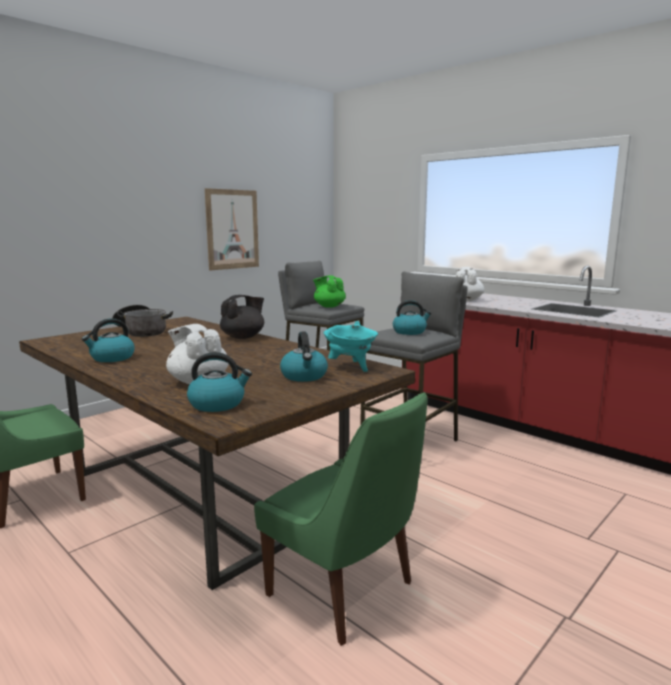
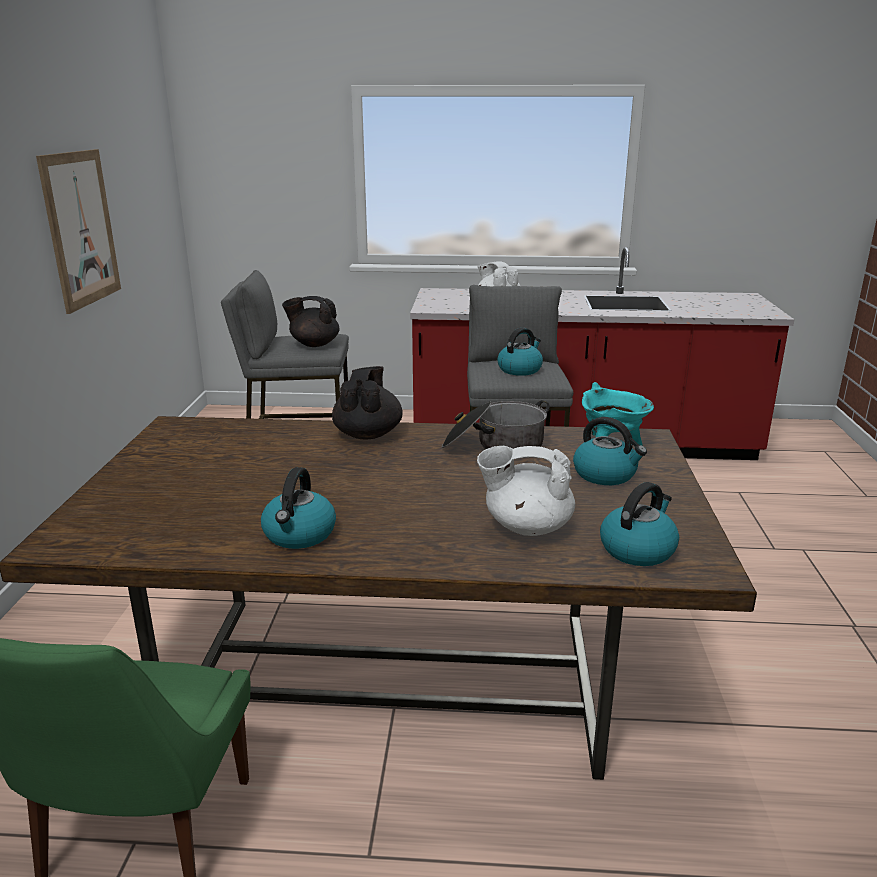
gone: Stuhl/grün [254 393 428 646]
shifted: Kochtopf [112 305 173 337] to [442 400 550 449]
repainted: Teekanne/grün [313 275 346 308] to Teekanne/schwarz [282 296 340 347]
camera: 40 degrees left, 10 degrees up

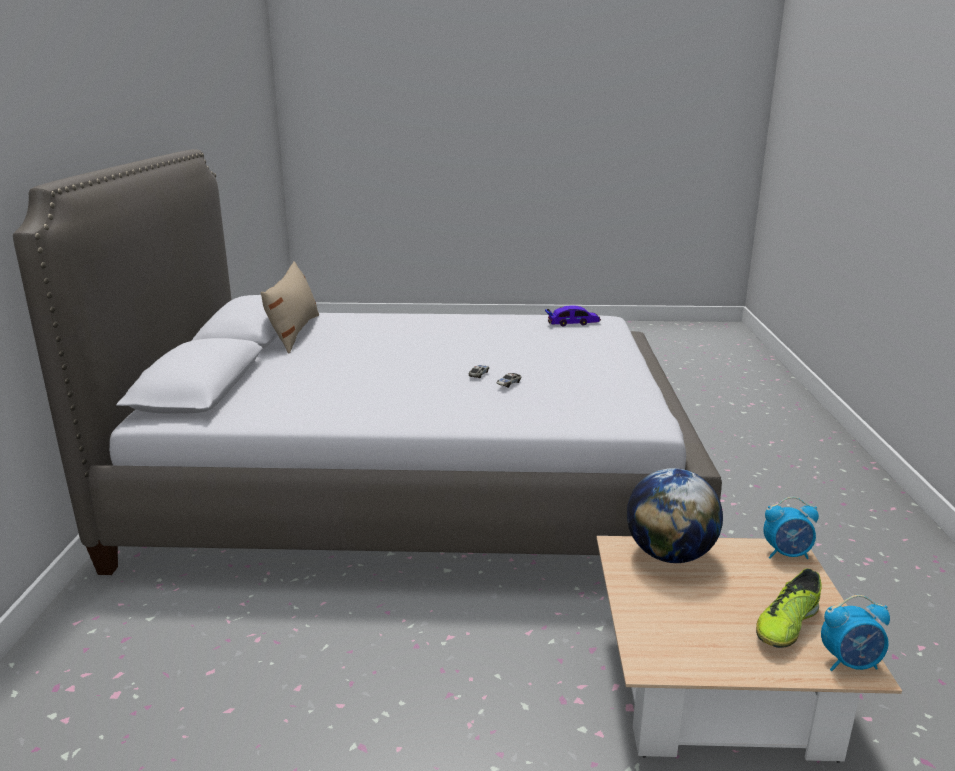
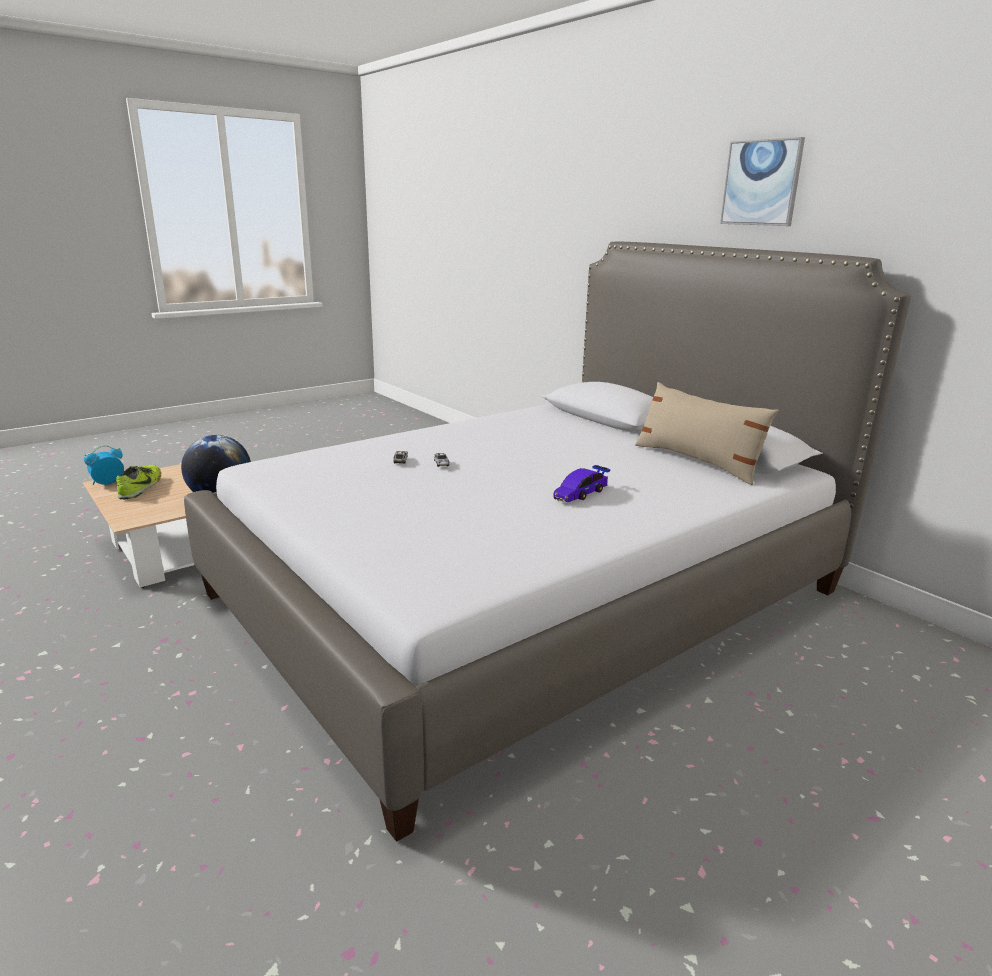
gone: Wecker [763 497 819 559]
new: Bild [720 137 805 226]
shifted: Spielzeugauto [545 305 601 326] to [553 465 610 502]
camera: 140 degrees right, 0 degrees up

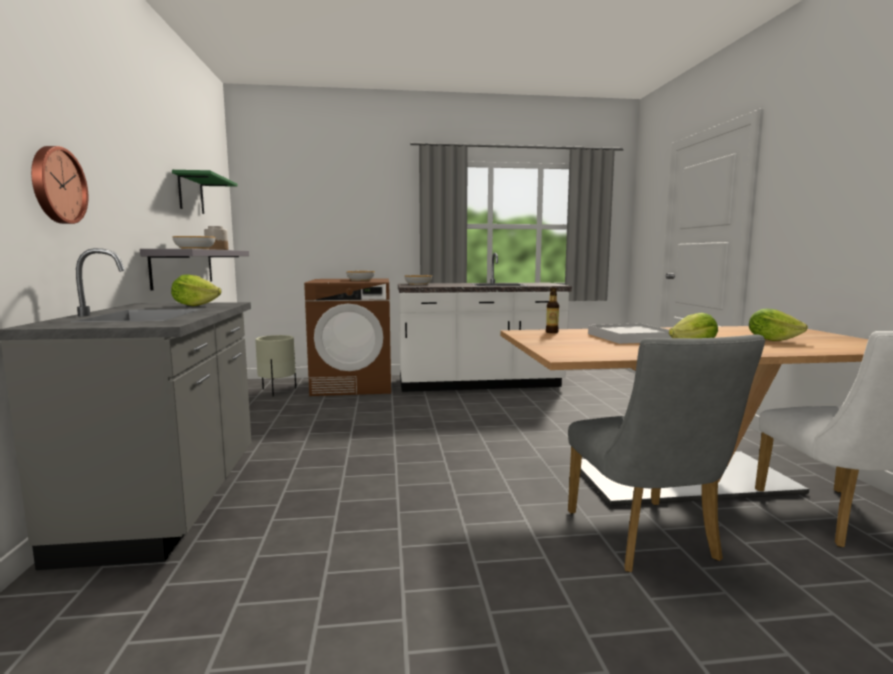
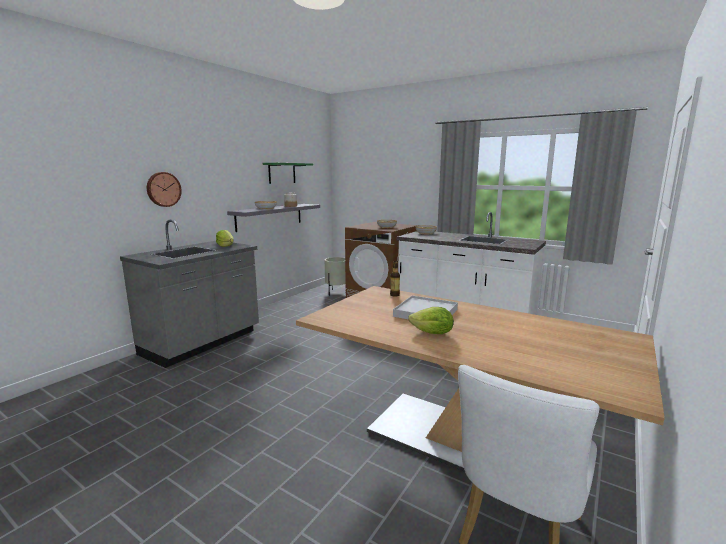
gone: Stuhl/grau [568 334 765 572]; Salatkopf [749 309 808 341]
camera: 40 degrees right, 5 degrees up

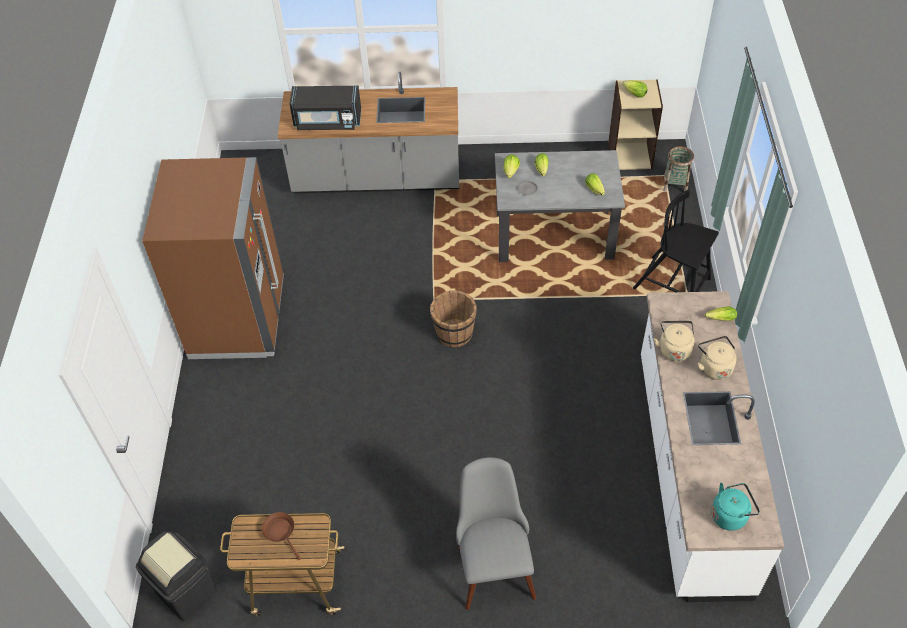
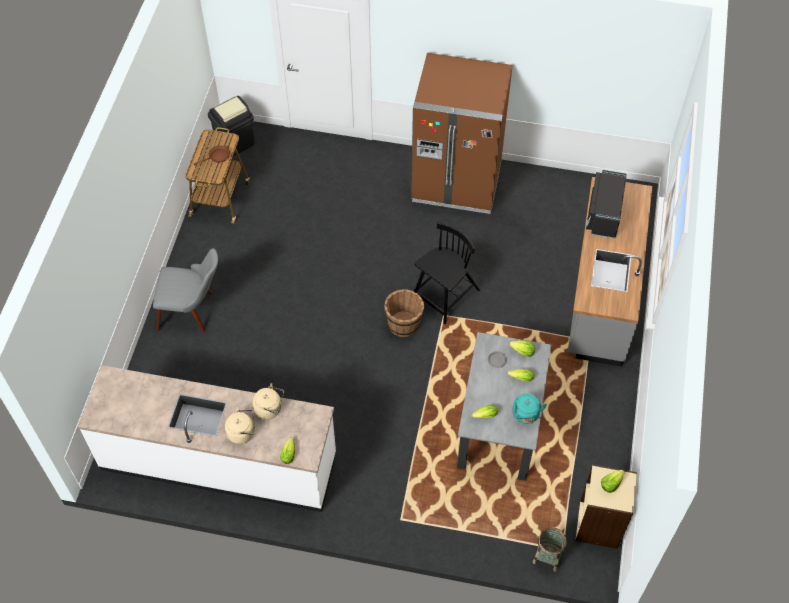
shifted: Stuhl/schwarz [633 190 719 292] to [414 222 480 324]; Wasserkessel/türkis [711 483 760 531] to [512 393 547 424]
camera: 100 degrees right, 5 degrees up

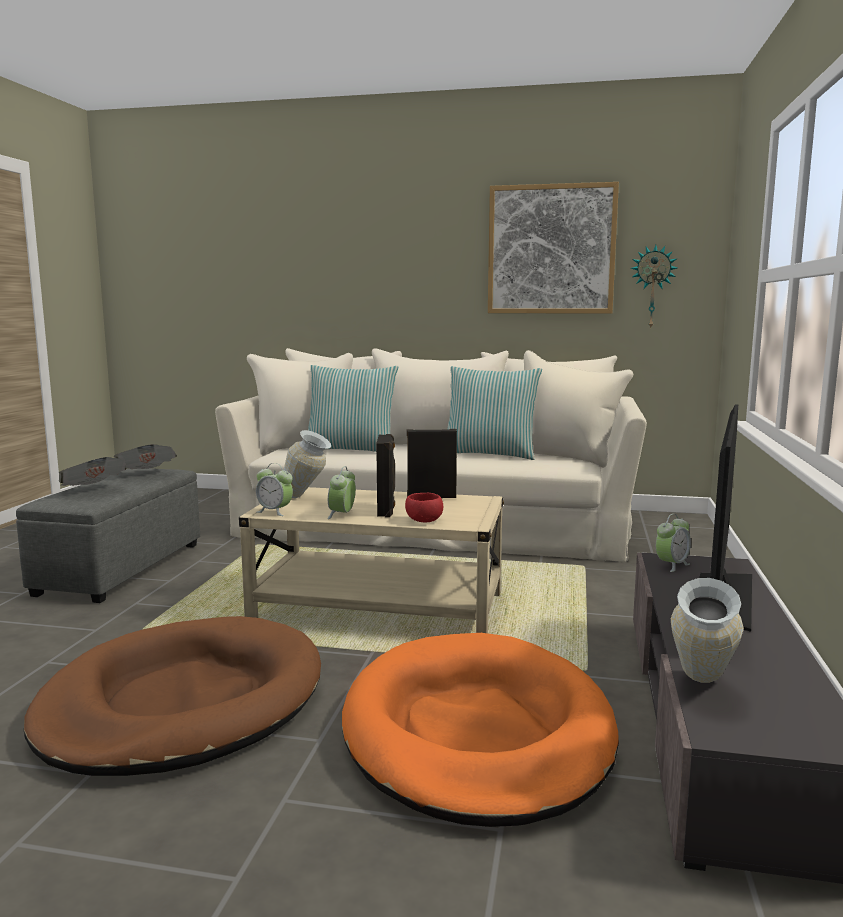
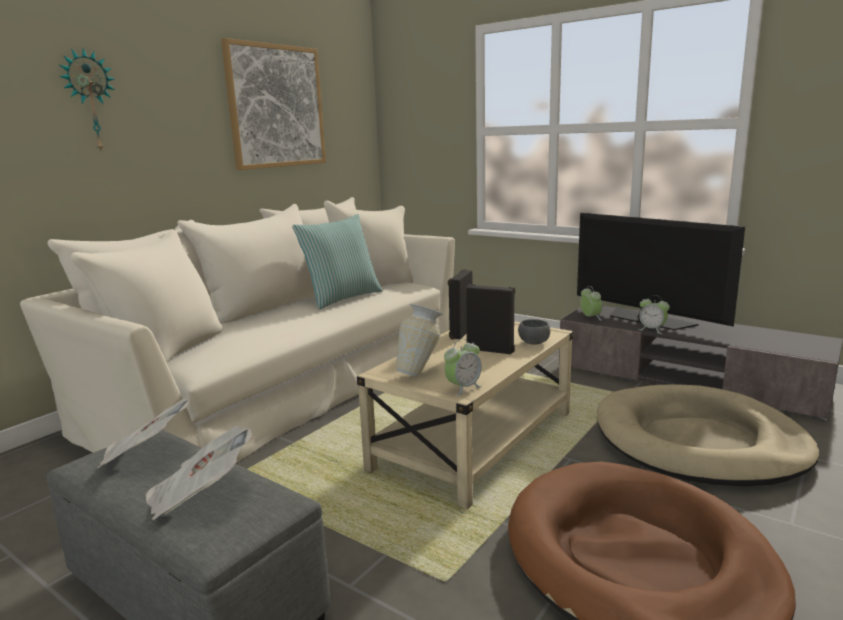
gone: Kissen [308 365 398 452]; Vase [671 578 744 683]
shifted: Wecker [327 466 356 519] to [638 295 670 334]; Wanduhr [631 245 678 329] to [59 48 115 153]
repainted: Hundebett/orange [342 633 619 827] to Hundebett/beige [597 384 819 487]; Schüssel/rot [405 493 443 522] to Schüssel/grau [518 319 550 345]
camera: 65 degrees left, 5 degrees up

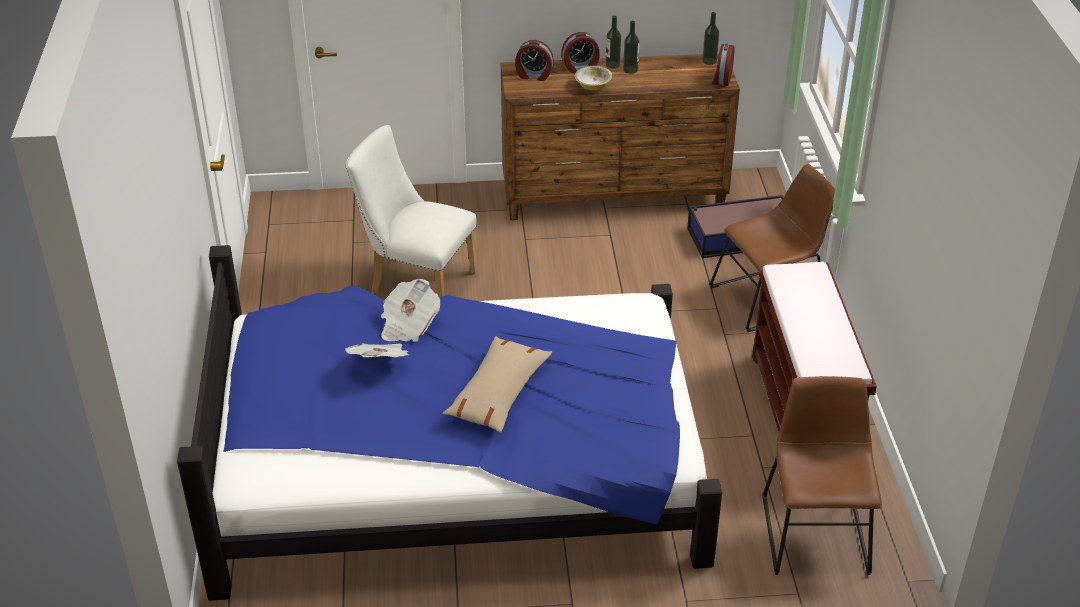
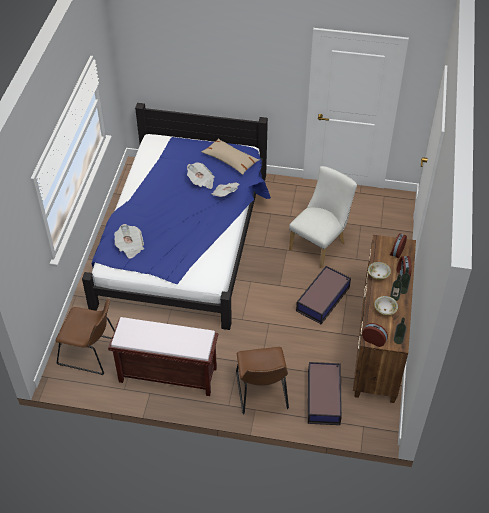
new: Zeitung [114 224 144 259]; Aufbewahrungsbox [296 266 351 324]; Schüssel [374 296 398 315]
shifted: Kissen/beige [443 336 552 433] to [201 138 259 175]
camera: 105 degrees right, 10 degrees up

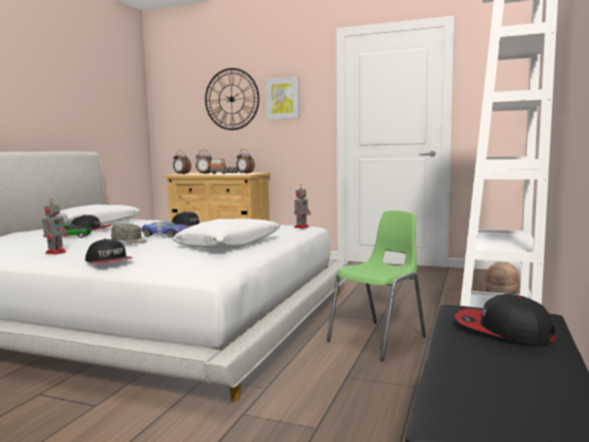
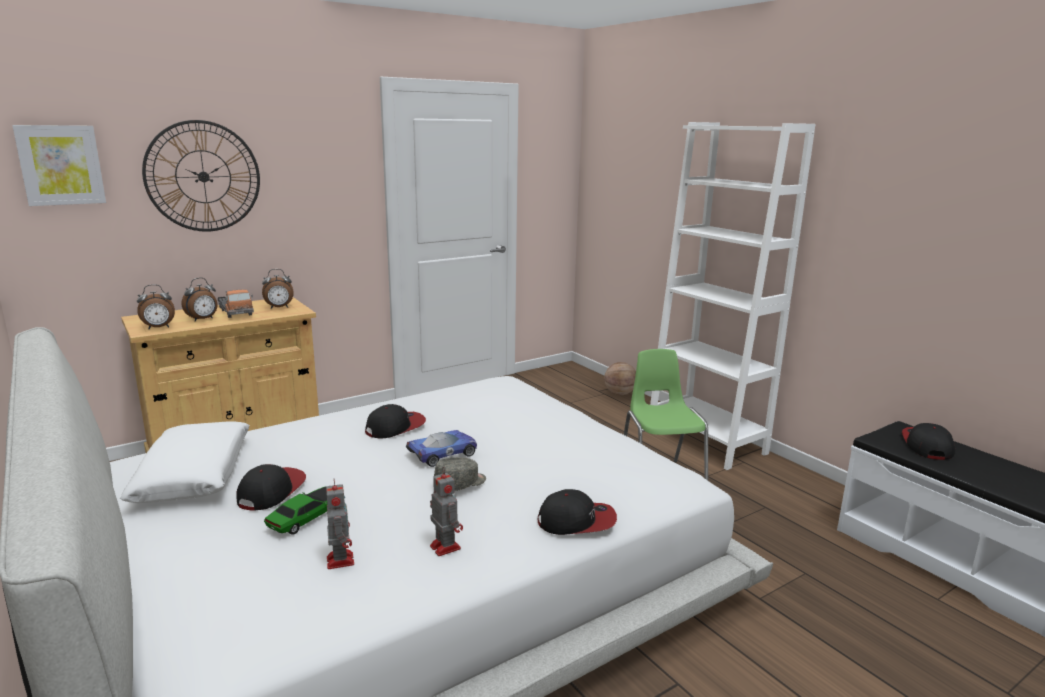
gone: Kissen/weiß [172 219 280 249]
shifted: Bild [265 77 300 120] to [12 125 106 206]; Spielzeugroboter [294 186 311 229] to [326 480 354 569]
rotated: Kappe [455 294 556 345] = [902 423 955 460] 120 degrees clockwise
camera: 55 degrees left, 10 degrees up

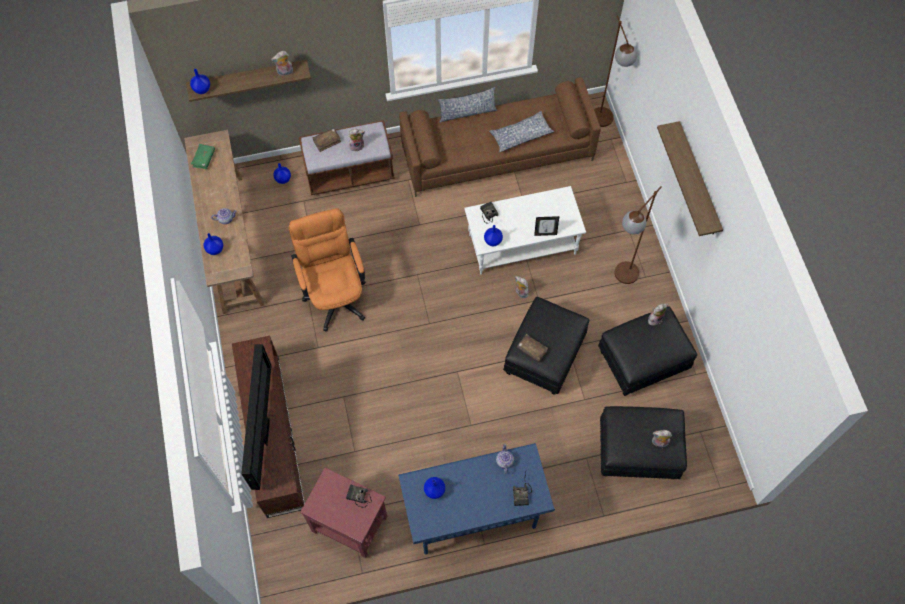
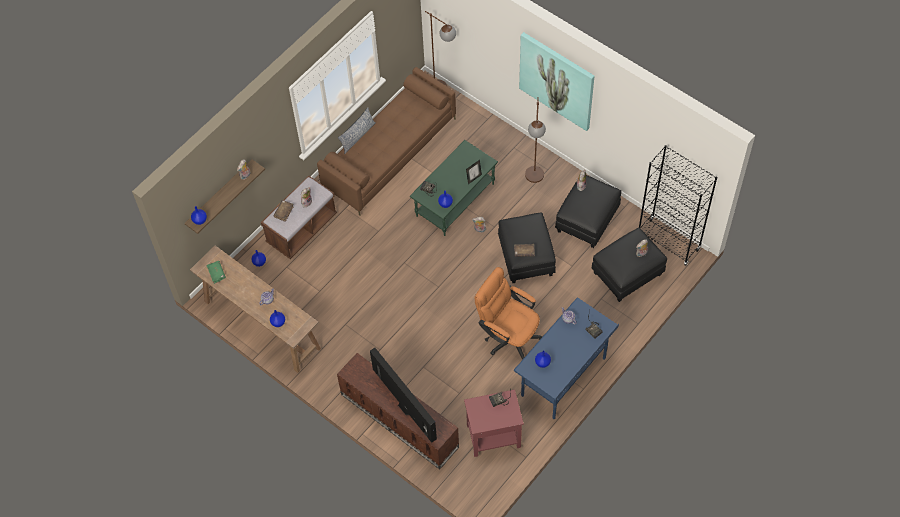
gone: Kissen [489 111 554 153]
new: Bücherregal/schwarz [639 145 718 266]
shifted: Bürostuhl/orange [289 208 366 332] to [475 267 543 360]
swapped: Wandregal [657 121 723 236] to Bild [519 32 594 131]
repainted: Couchtisch/weiß [464 186 586 275] to Couchtisch/grün [410 140 498 236]
camera: 35 degrees left, 5 degrees down

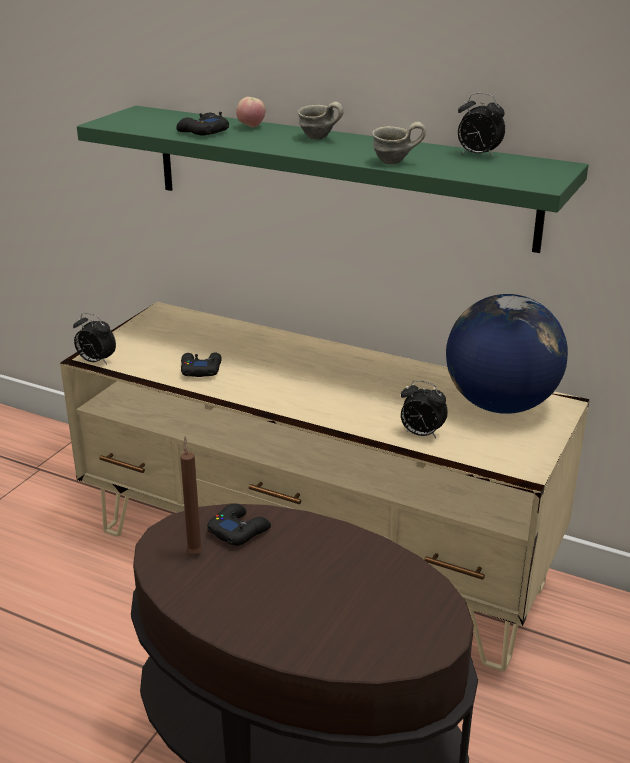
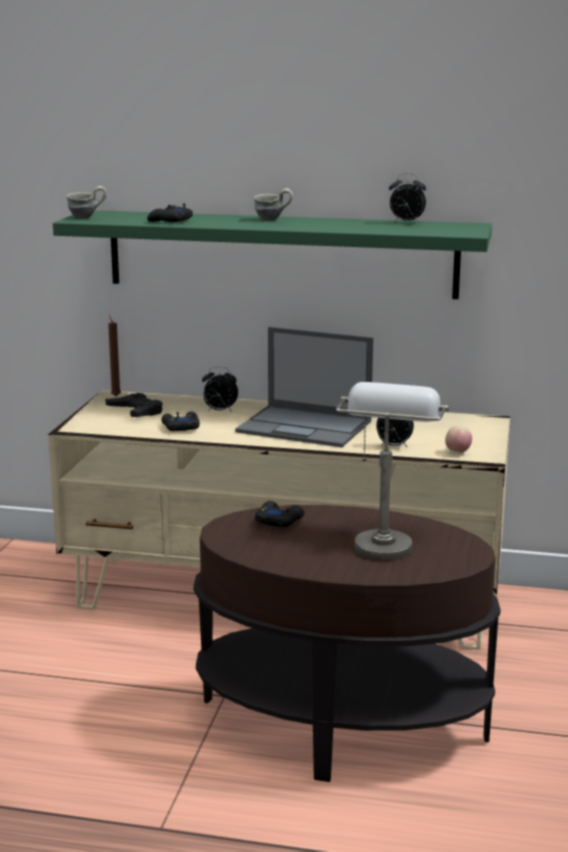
gone: Globus [446 294 568 414]
new: Gamepad/schwarz [105 393 163 417]; Laptop [235 327 373 447]; Tischlampe/grau [336 382 449 561]
shifted: Wecker [73 313 116 365] to [202 367 238 412]; Kerze/braun [180 437 203 554] to [108 313 121 396]; Apfel [236 97 266 127] to [445 426 472 453]; Henkelbecher/grau [372 122 426 164] to [66 186 107 219]
camera: 15 degrees left, 10 degrees down

